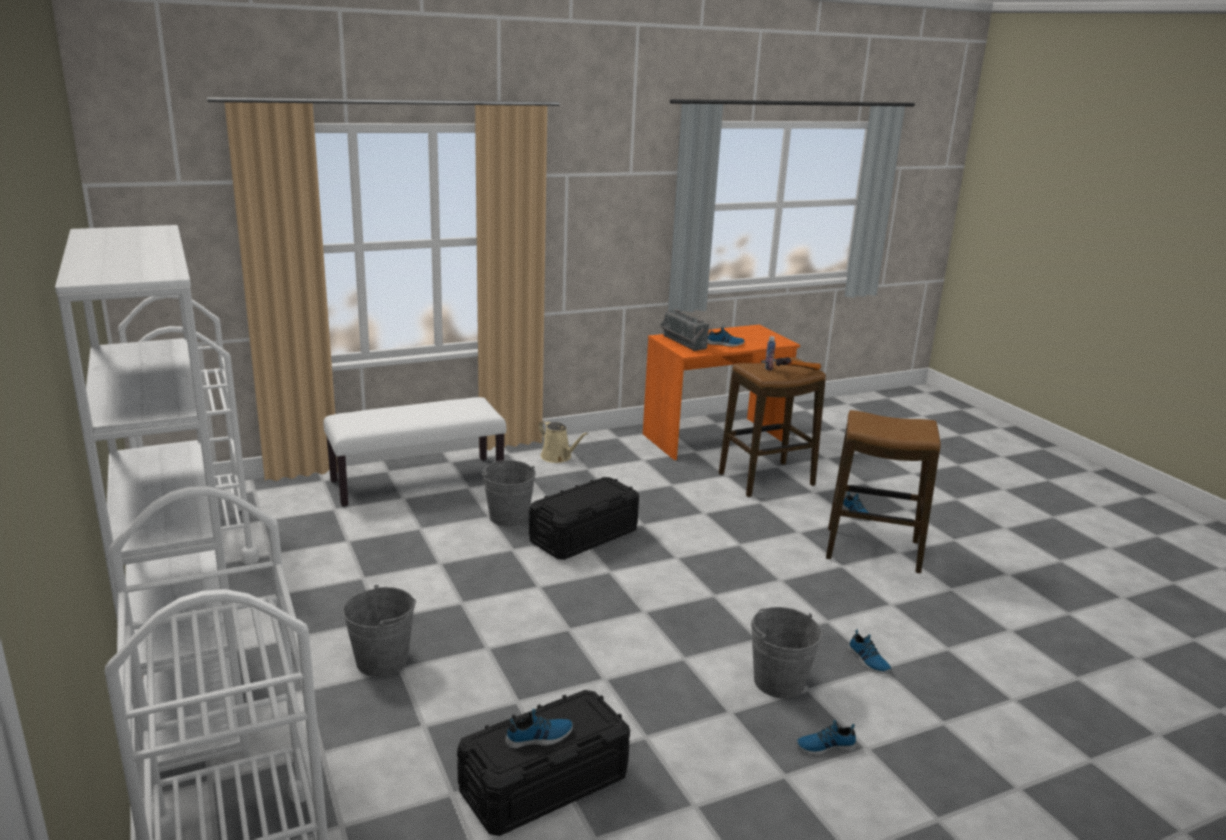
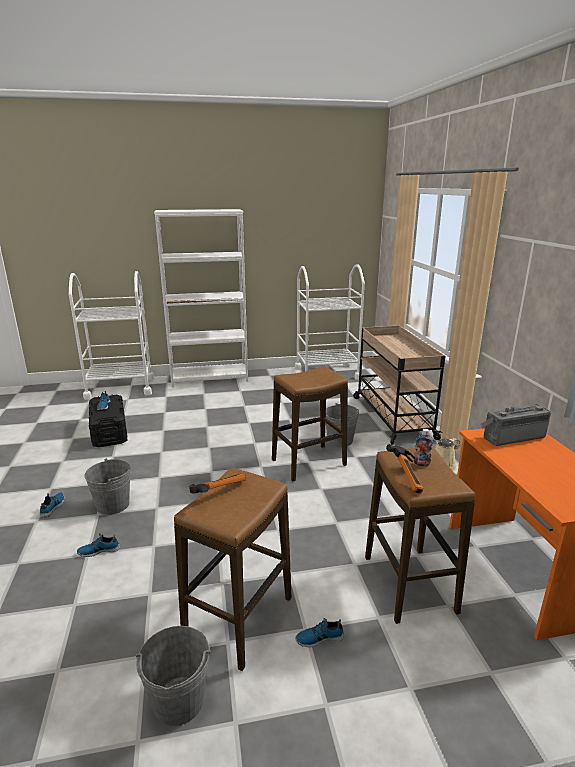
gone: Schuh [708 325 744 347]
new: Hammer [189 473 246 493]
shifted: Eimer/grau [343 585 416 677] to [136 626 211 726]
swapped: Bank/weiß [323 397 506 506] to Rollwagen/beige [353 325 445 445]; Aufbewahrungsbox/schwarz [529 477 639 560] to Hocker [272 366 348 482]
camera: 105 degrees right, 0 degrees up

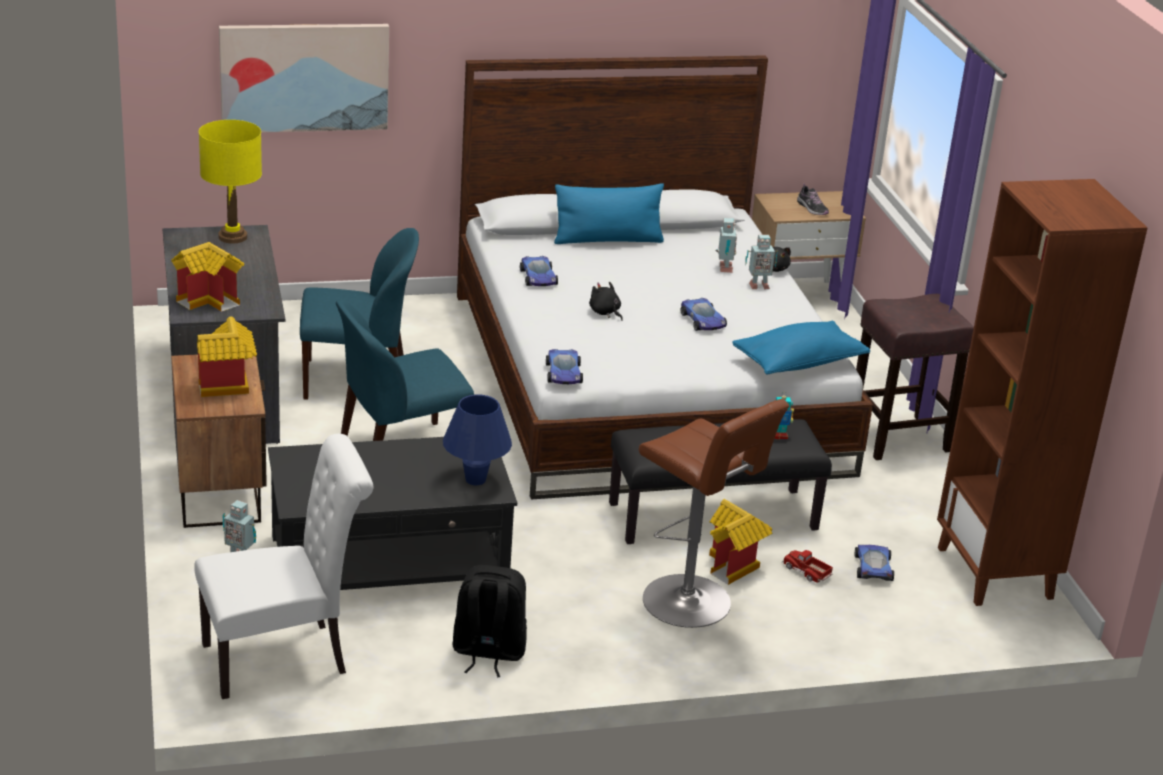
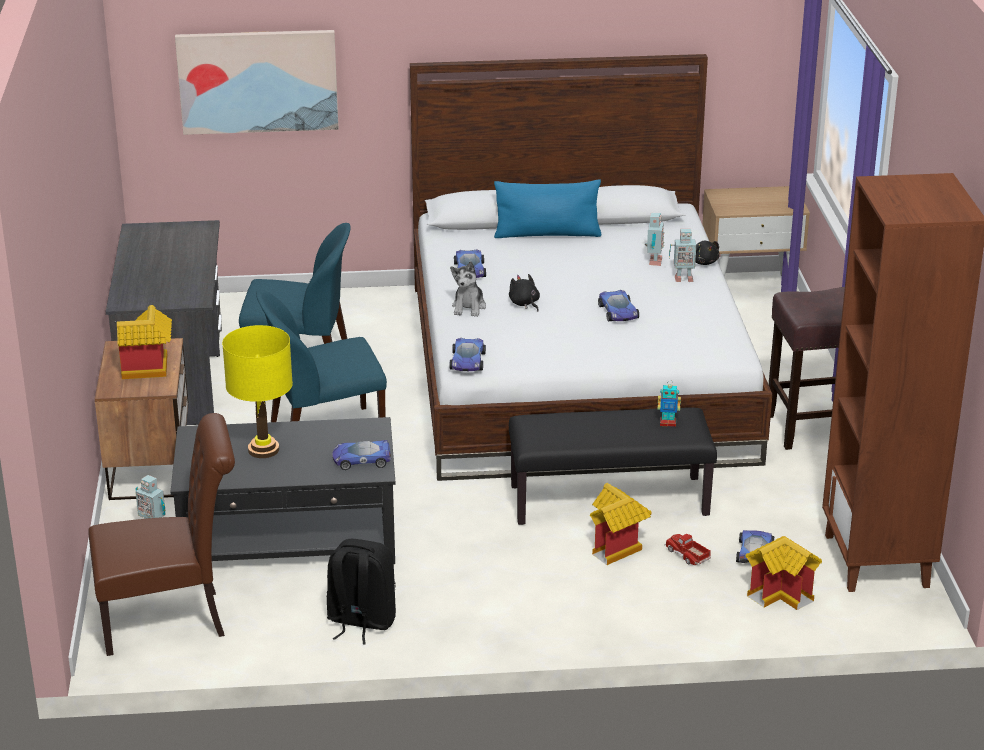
gone: Hocker/braun [639 399 789 628]; Kissen/blau [732 321 870 375]; Schuh [797 183 829 215]
new: Plüschtier [450 261 486 317]
shifted: Spielzeughaus [171 242 244 312] to [746 536 822 610]; Tischlampe/gelb [199 120 262 244] to [222 325 293 458]
swapped: Tischlampe/blau [443 395 512 485] to Spielzeugauto [332 440 391 470]
repainted: Stuhl/weiß [194 434 373 699] to Stuhl/braun [88 413 235 656]
camera: 10 degrees right, 0 degrees up

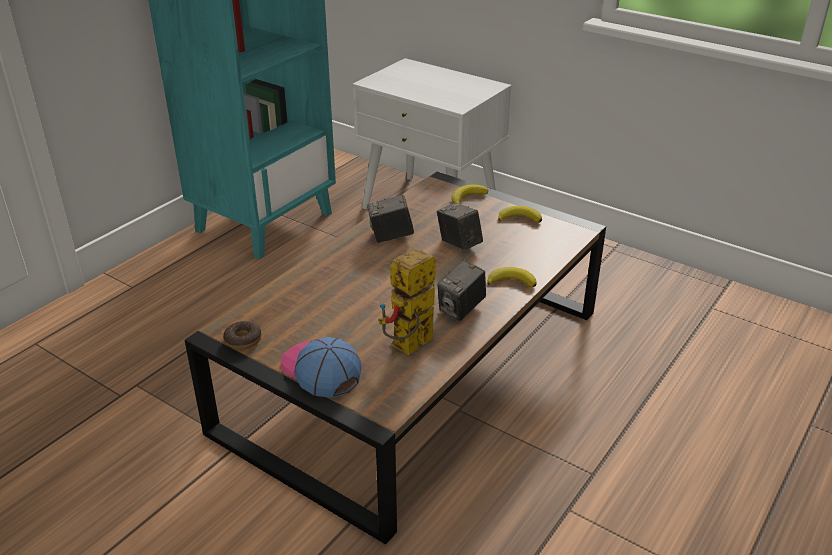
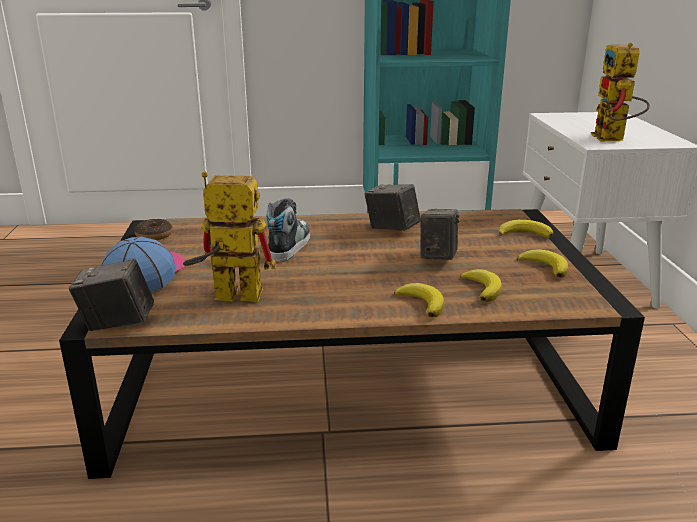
new: Schuh [266 198 310 262]; Banane [460 269 502 302]; Spielzeugroboter [591 43 650 142]
shifted: Kamera [438 260 486 321] to [69 259 154 331]
camera: 50 degrees right, 10 degrees down

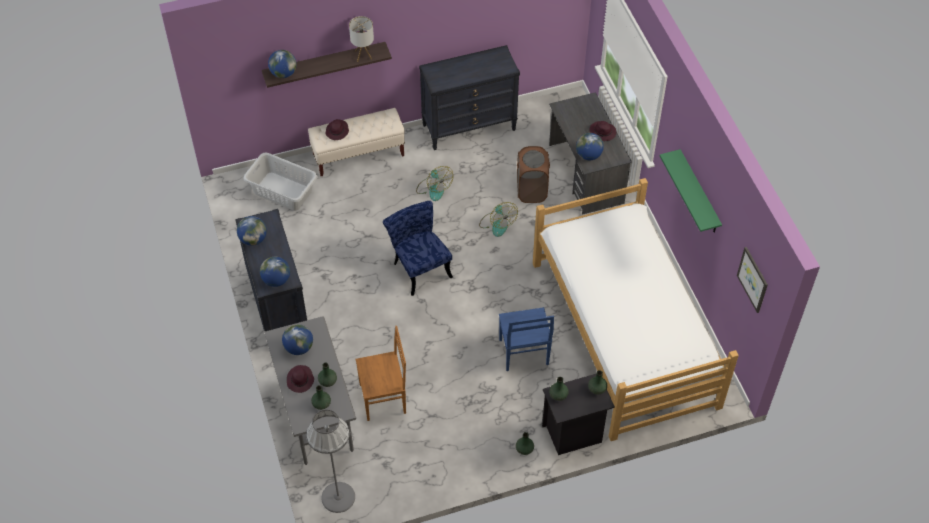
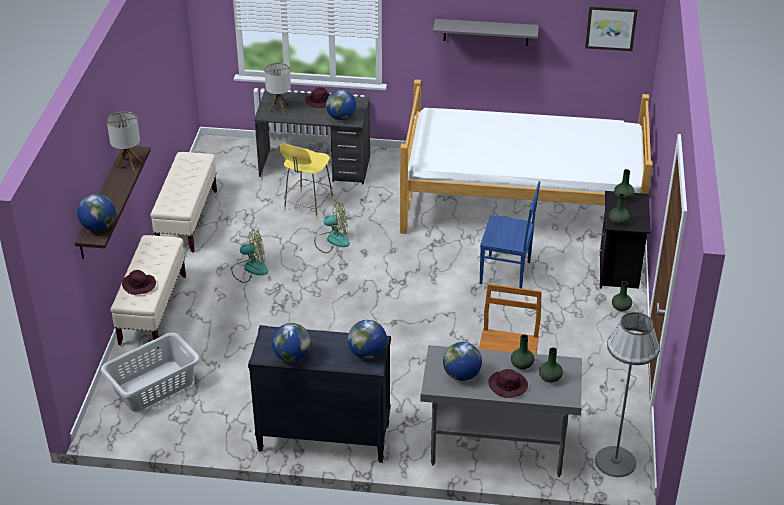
gone: Stuhl/blau [383 201 453 296]
new: Tischlampe [264 63 291 114]
swapped: Kommode/schwarz [419 45 520 150] to Bank/beige [150 152 217 252]; Wäschekorb/braun [517 146 550 203] to Hocker/gelb [279 144 334 220]
repainted: Wandregal/grün [660 149 722 233] to Wandregal/grau [433 19 539 46]
camera: 65 degrees left, 15 degrees down

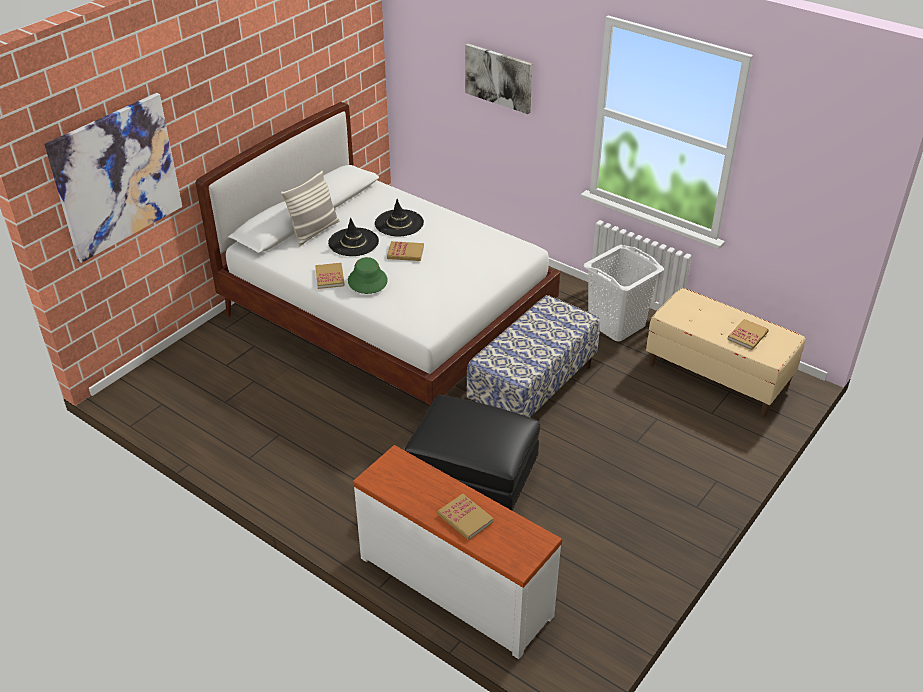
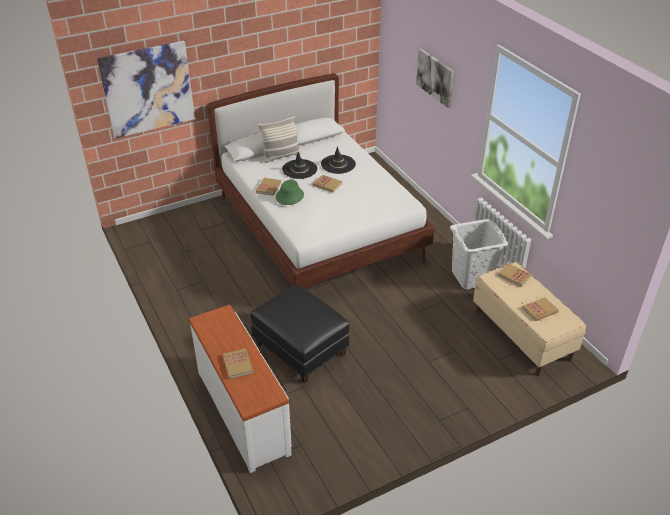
gone: Bank [467 295 600 417]
new: Buch [498 264 532 287]
camera: 25 degrees right, 0 degrees up

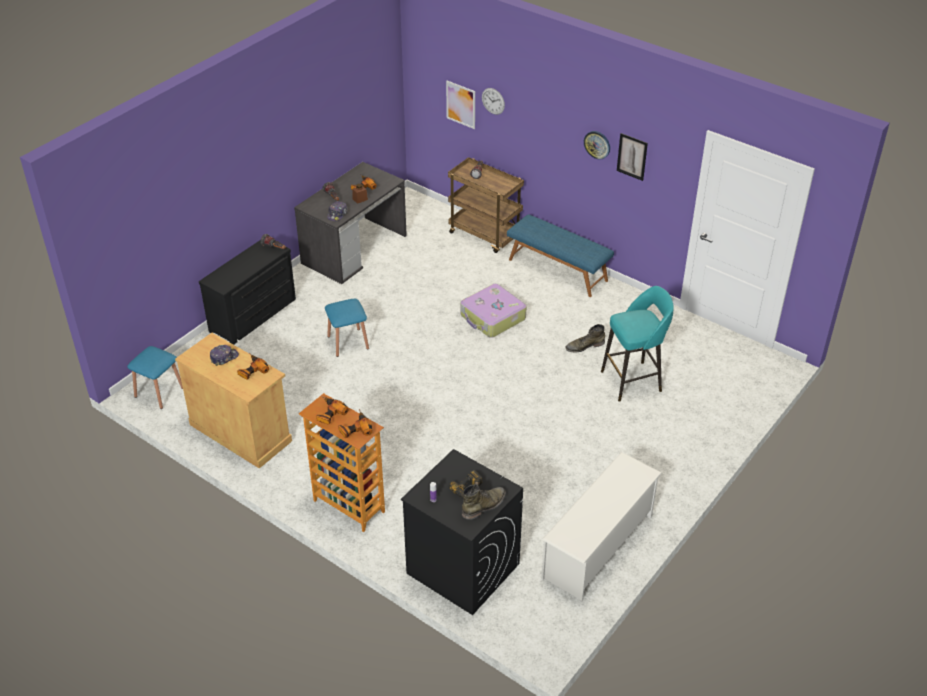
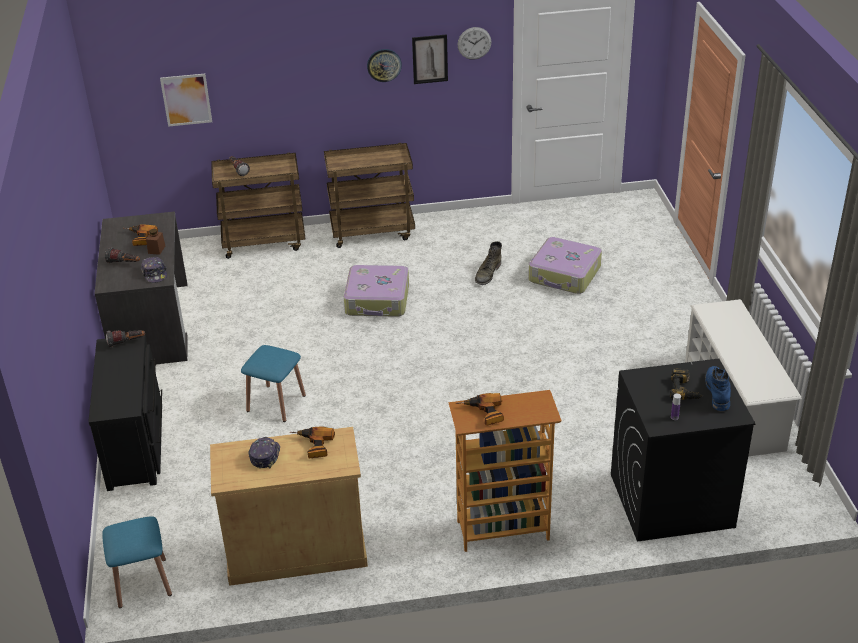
gone: Bohrmaschine [338 409 372 439]
shifted: Wanduhr [482 88 505 115] to [458 27 491 60]
swapped: Bank/blau [507 214 614 297] to Rollwagen/braun [324 143 415 248]; Hocker/türkis [601 286 674 402] to Koffer [528 237 602 294]
repainted: Stiefel/grün [462 484 506 520] to Stiefel/blau [705 366 731 411]
camera: 45 degrees left, 5 degrees down

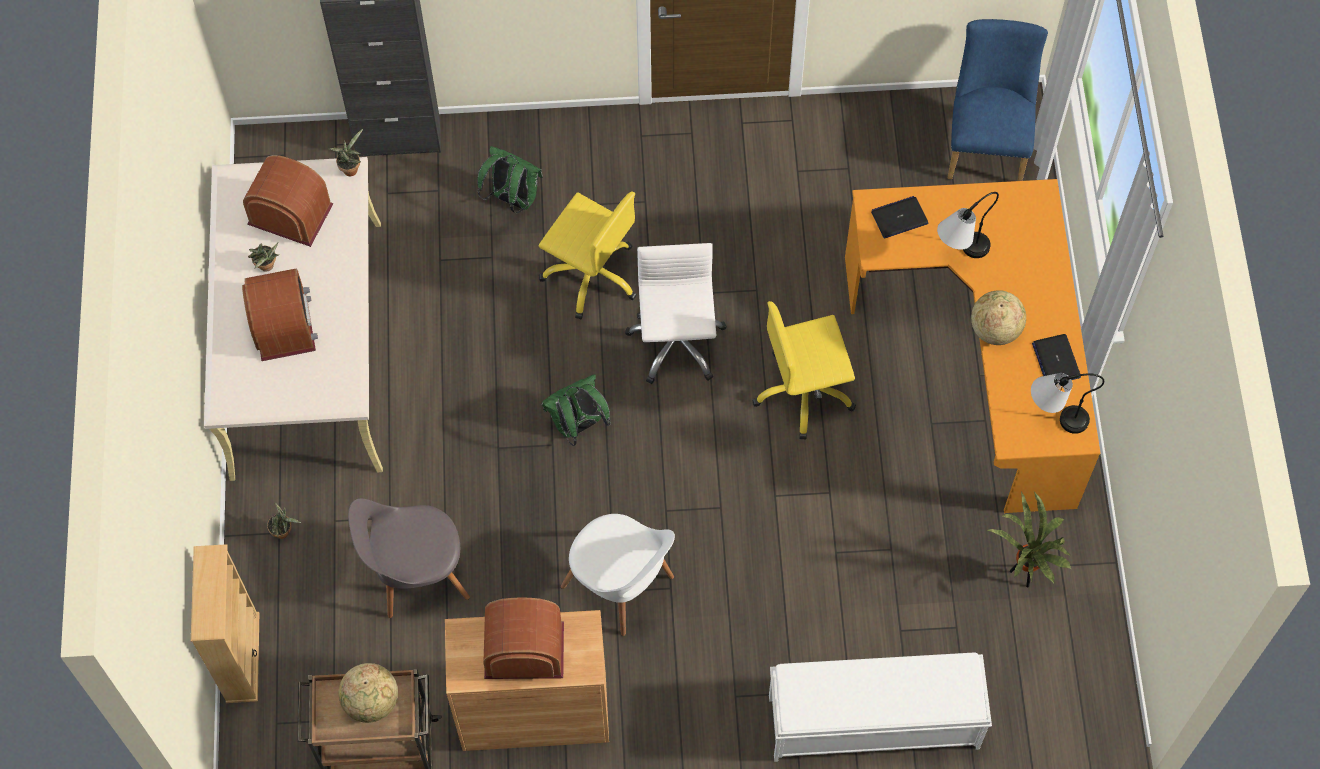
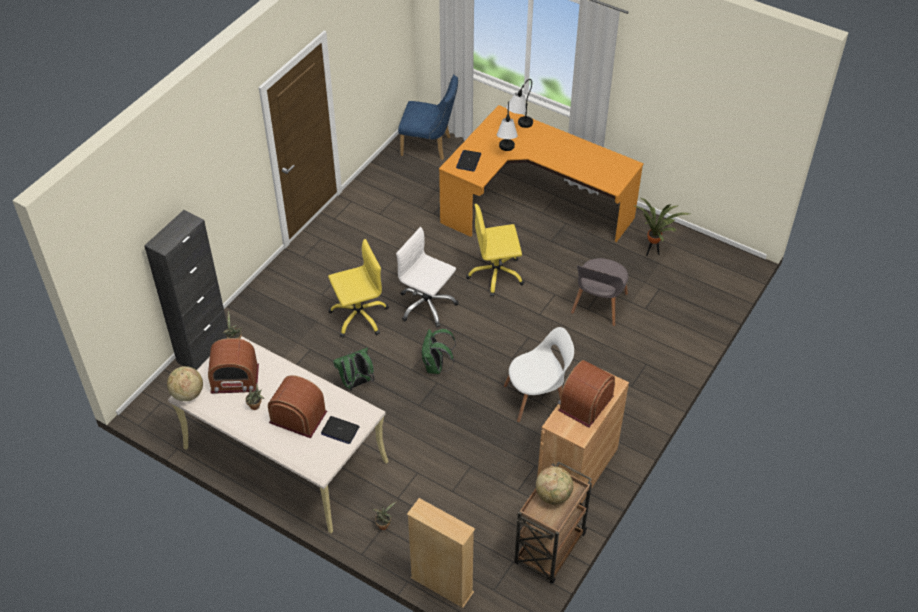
gone: Bank/weiß [769 653 992 762]
shifted: Stuhl/grau [348 498 470 618] to [571 258 628 326]; Rucksack/grün [477 146 543 213] to [333 348 374 391]; Globus [971 290 1026 345] to [167 366 203 401]; Tischlampe [1031 373 1104 434] to [506 79 533 128]; Laptop [1032 334 1081 384] to [321 416 360 444]
rotated: Radio [243 155 334 247] = [208 338 259 394] 150 degrees counterclockwise; Bürostuhl/gelb [752 301 856 440] = [466 204 525 297] 60 degrees clockwise; Stuhl/blau [948 19 1048 181] = [398 75 458 160] 150 degrees clockwise
camera: 55 degrees left, 15 degrees down

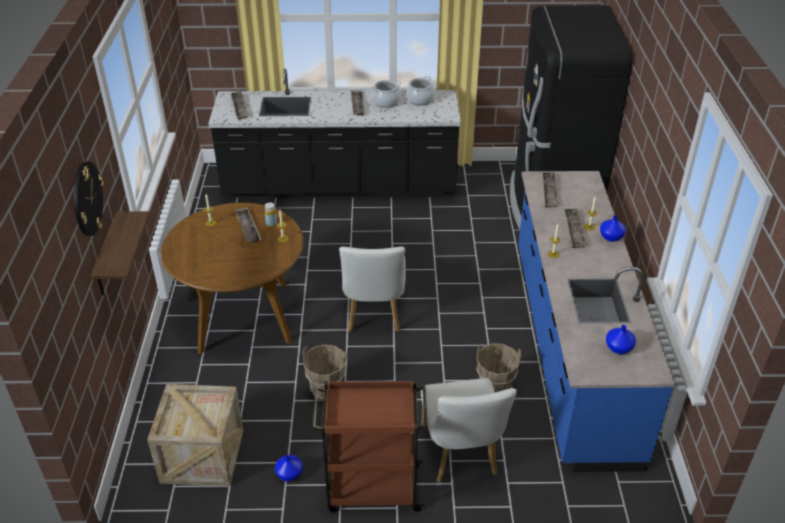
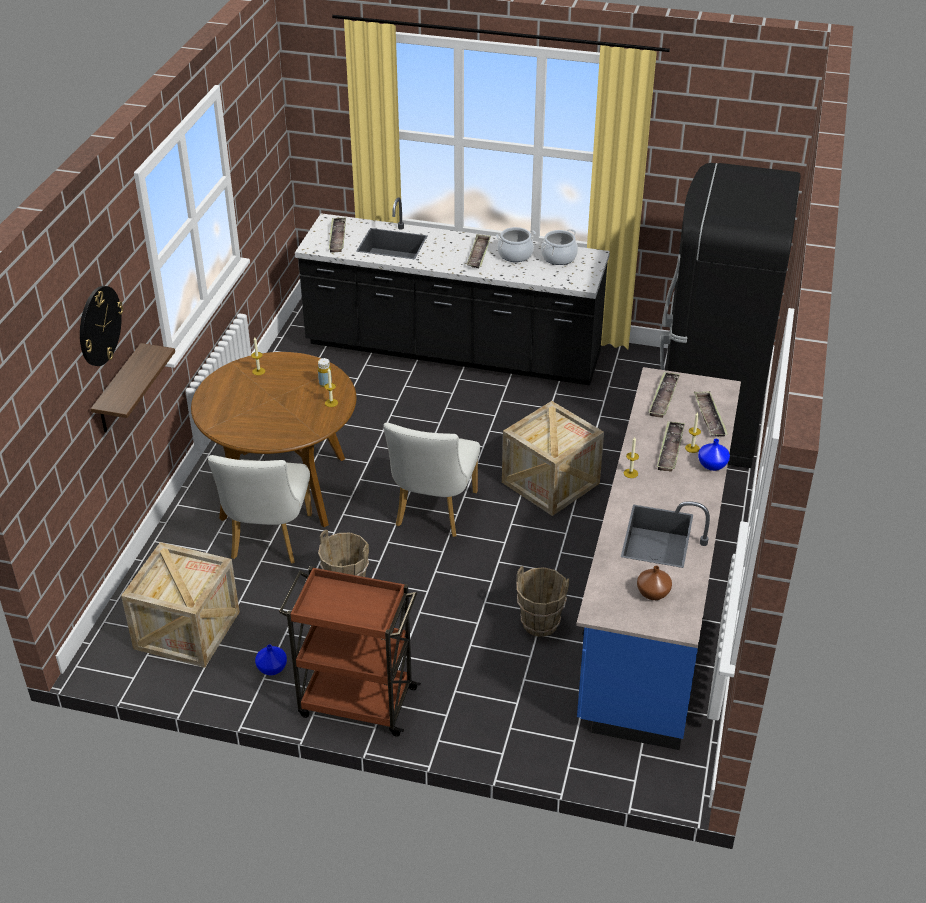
new: Kiste [502 401 604 516]
shifted: Tablett [234 207 262 242] to [694 391 728 437]; Stuhl/weiß [421 378 517 482] to [208 455 312 564]
repainted: Vase/blau [606 325 636 354] to Vase/braun [637 566 672 600]
camera: 15 degrees right, 0 degrees up

